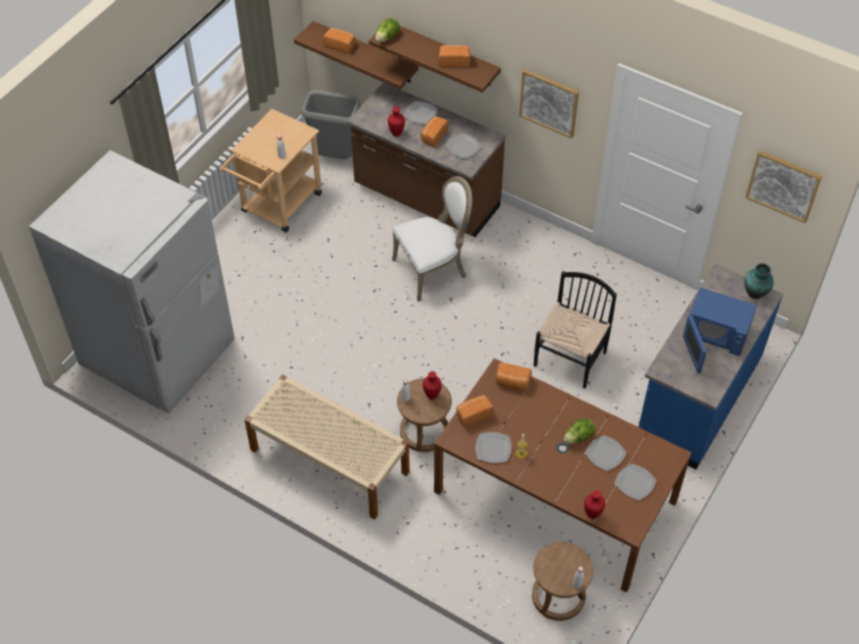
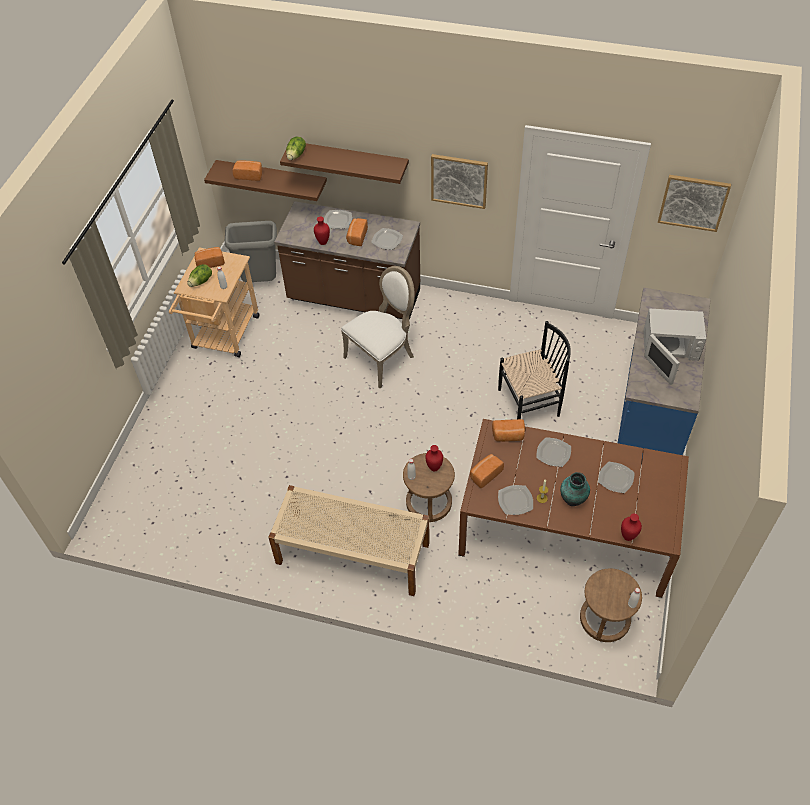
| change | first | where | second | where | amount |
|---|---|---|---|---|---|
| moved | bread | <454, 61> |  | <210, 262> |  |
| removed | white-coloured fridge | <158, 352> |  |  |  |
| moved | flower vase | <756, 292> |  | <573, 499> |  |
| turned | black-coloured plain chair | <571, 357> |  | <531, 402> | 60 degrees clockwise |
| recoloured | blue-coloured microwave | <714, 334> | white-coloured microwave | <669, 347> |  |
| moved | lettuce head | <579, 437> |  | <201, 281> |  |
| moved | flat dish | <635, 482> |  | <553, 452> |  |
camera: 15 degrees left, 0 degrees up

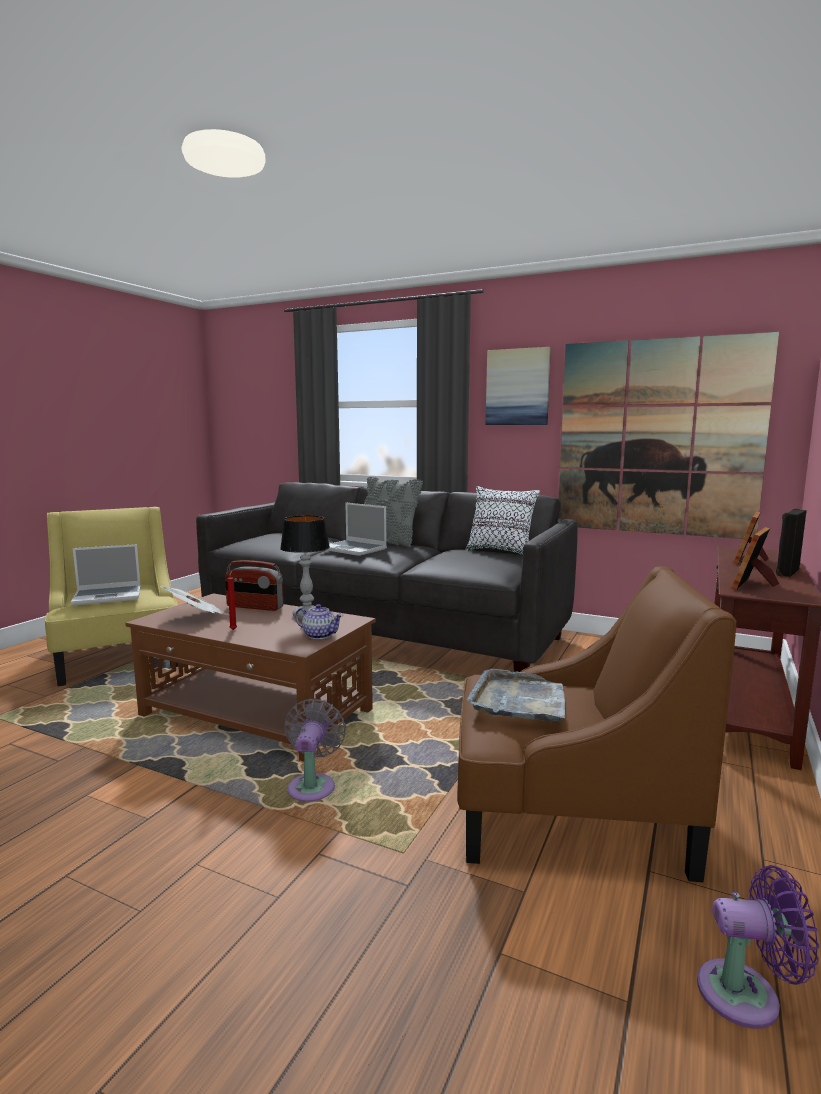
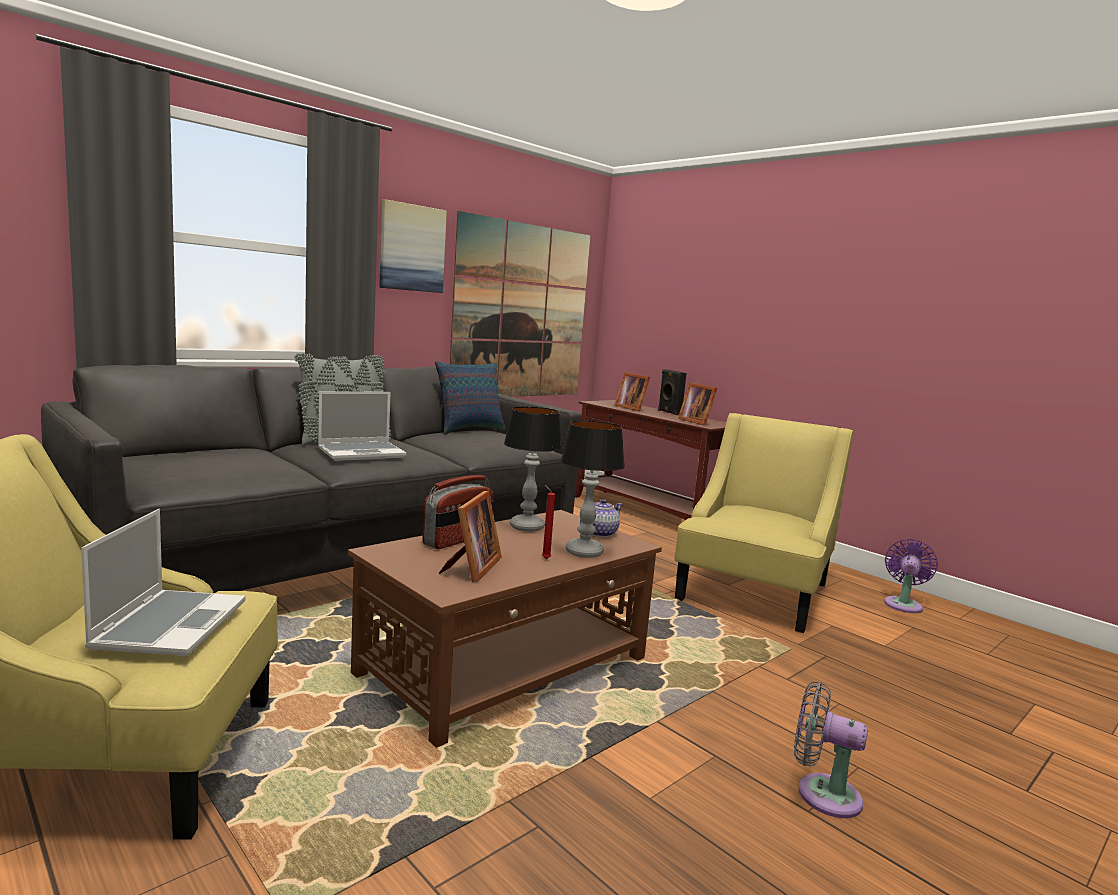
| change | first | where | second | where | amount |
|---|---|---|---|---|---|
| recoloured | white-coloured throw pillow | <500, 552> | blue-coloured throw pillow | <469, 430> |  |
| recoloured | brown armchair | <568, 813> | yellow-coloured armchair | <753, 591> |  |
| replaced | daily paper | <197, 617> | picture frame | <471, 568> |  |
| removed | greyish serving tray | <519, 700> |  |  |  |
| moved | greyish fan | <313, 785> |  | <822, 793> |  |
| added |  |  | tabletop lamp | <583, 552> |  |
camera: 70 degrees left, 0 degrees up

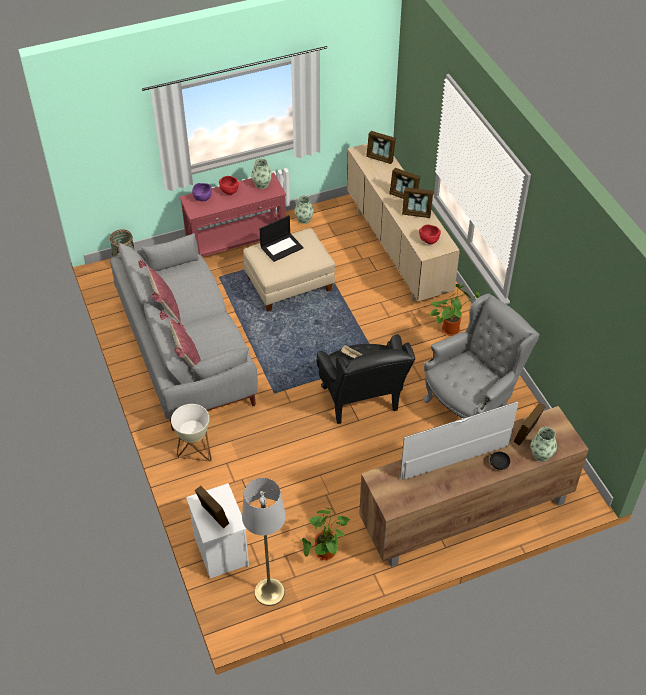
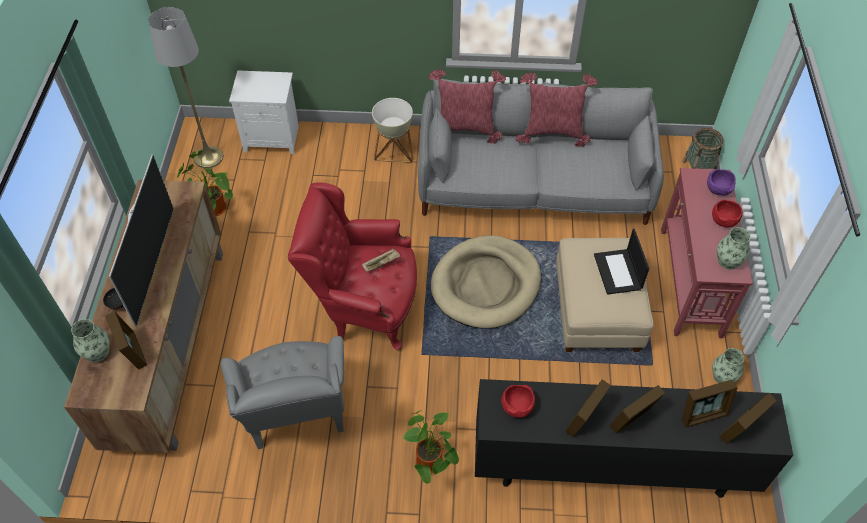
| change | first | where | second | where | amount |
|---|---|---|---|---|---|
| recoloured | sand-coloured storage cabinet | <398, 251> | black-coloured storage cabinet | <611, 468> |  |
| recoloured | black-coloured armchair | <363, 405> | red-coloured armchair | <365, 310> |  |
| moved | picture frame | <213, 516> |  | <703, 414> |  |
| added |  |  | sand-coloured pet bed | <486, 284> |  |
camera: 115 degrees right, 5 degrees up

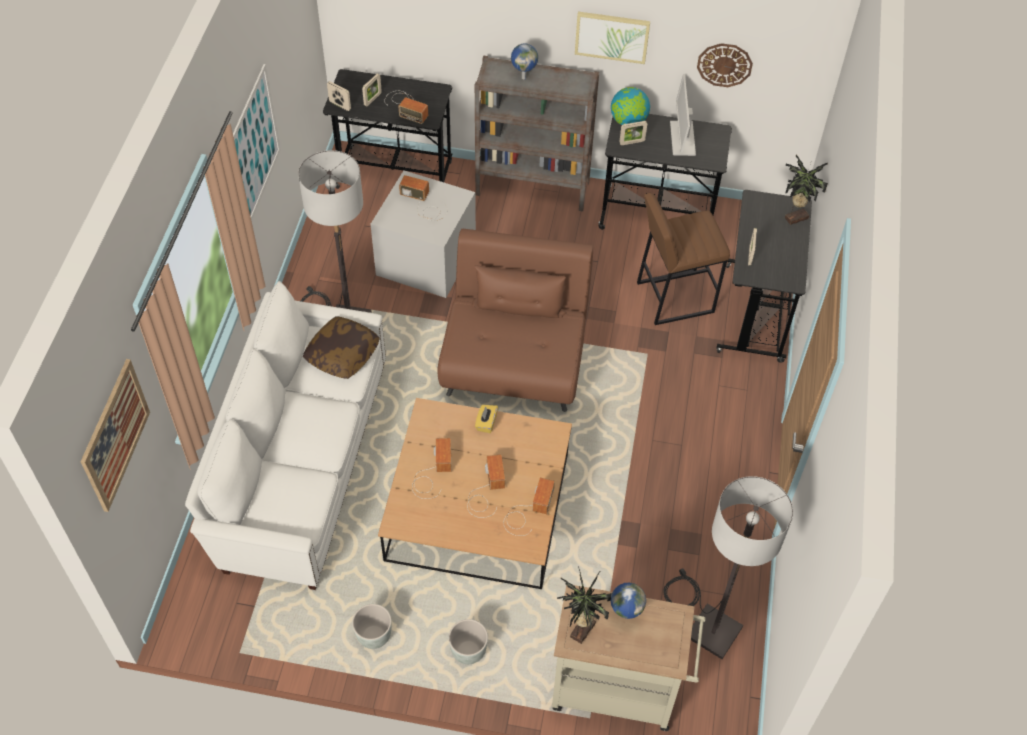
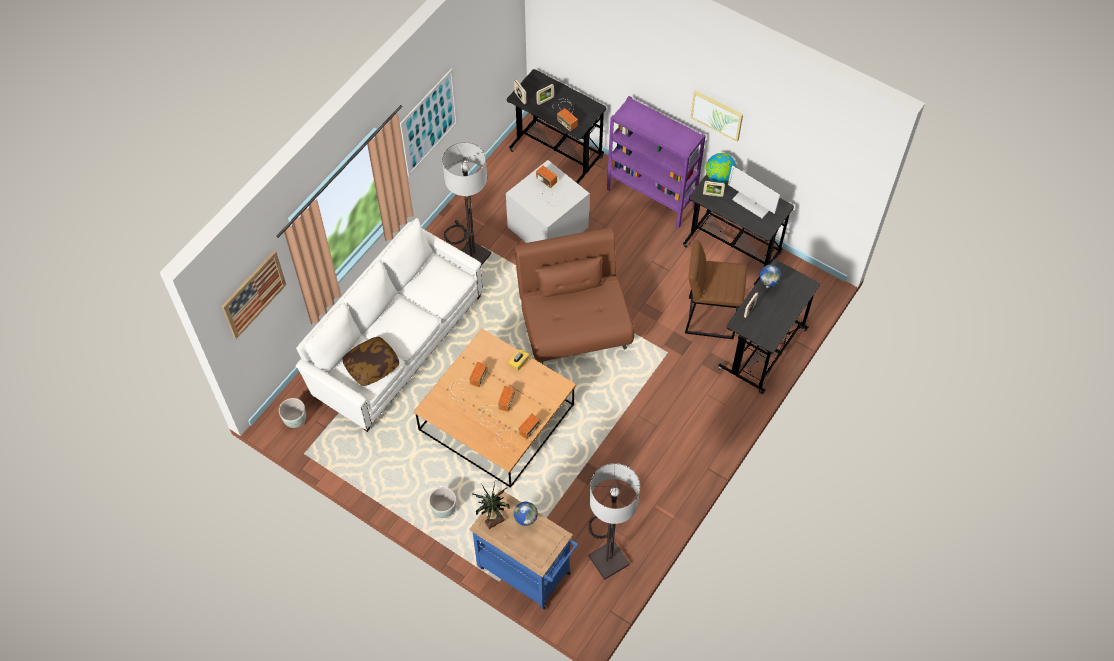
| change | first | where | second | where | amount |
|---|---|---|---|---|---|
| moved | globe | <524, 77> |  | <768, 286> |  |
| removed | clock on the wall | <724, 64> |  |  |  |
| recoloured | greyish bookshelf | <532, 188> | purple bookshelf | <651, 198> |  |
| turned | computer display | <682, 138> |  | <751, 203> | 75 degrees counterclockwise |
| removed | potted plant | <795, 217> |  |  |  |
| turned | brown armchair | <514, 357> |  | <573, 321> | 45 degrees counterclockwise |
| moved | throw pillow | <342, 355> |  | <372, 365> |  |
| recoloured | sand-coloured trolley | <618, 690> | blue-coloured trolley | <526, 572> |  |
| moved | greyish planter | <373, 635> |  | <295, 419> |  |
camera: 25 degrees right, 5 degrees up

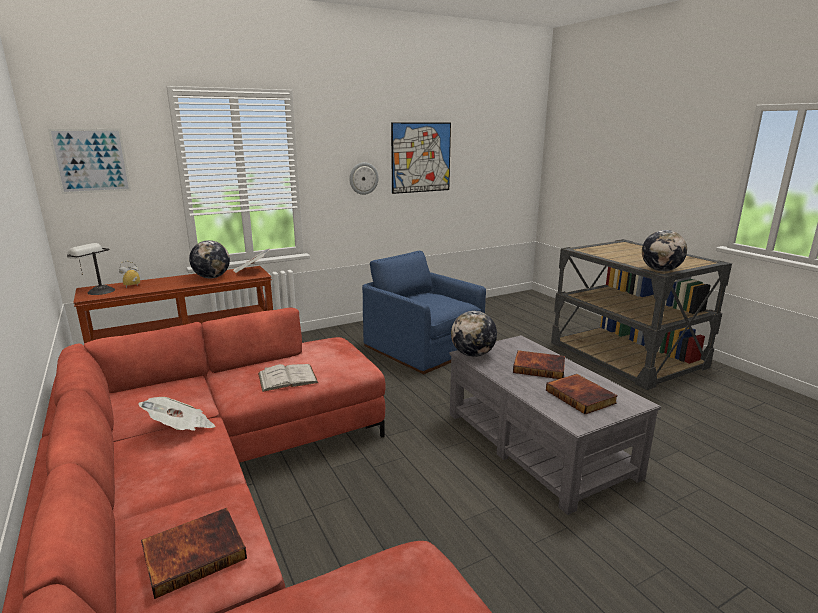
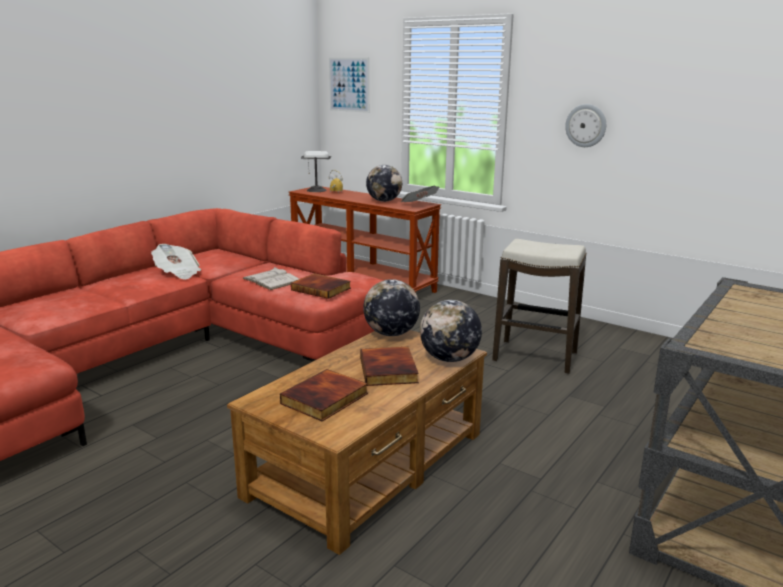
| change | first | where | second | where | amount |
|---|---|---|---|---|---|
| removed | wall art | <421, 157> |  |  |  |
| moved | globe | <660, 270> |  | <449, 359> |  |
| replaced | blue-coloured armchair | <423, 348> | stool seat | <535, 357> |  |
| recoloured | greyish coffee table | <537, 443> | brown coffee table | <370, 463> |  |
| moved | bound book | <195, 553> |  | <322, 289> |  |
camera: 65 degrees right, 0 degrees up

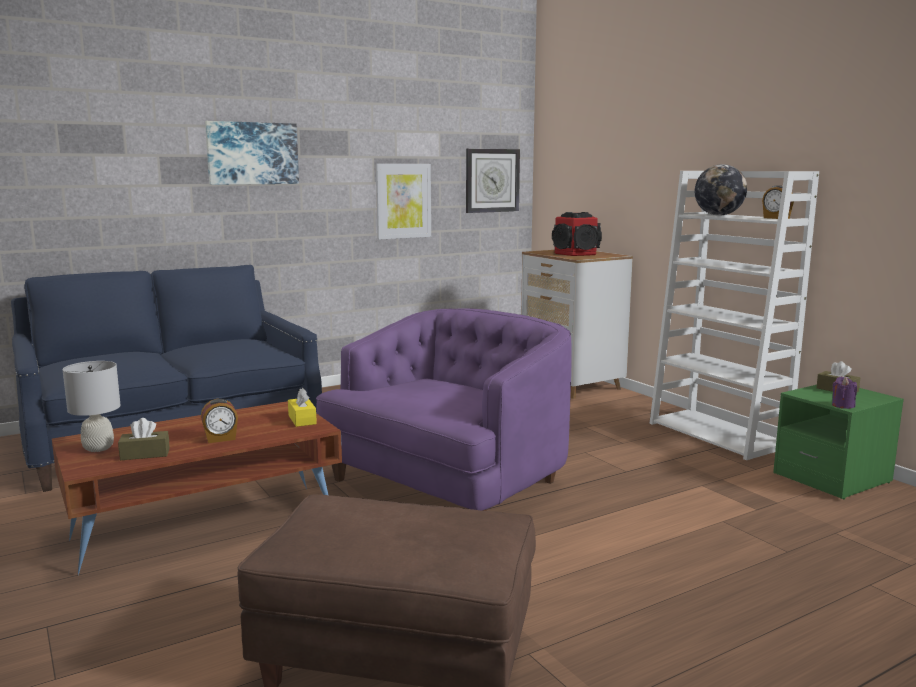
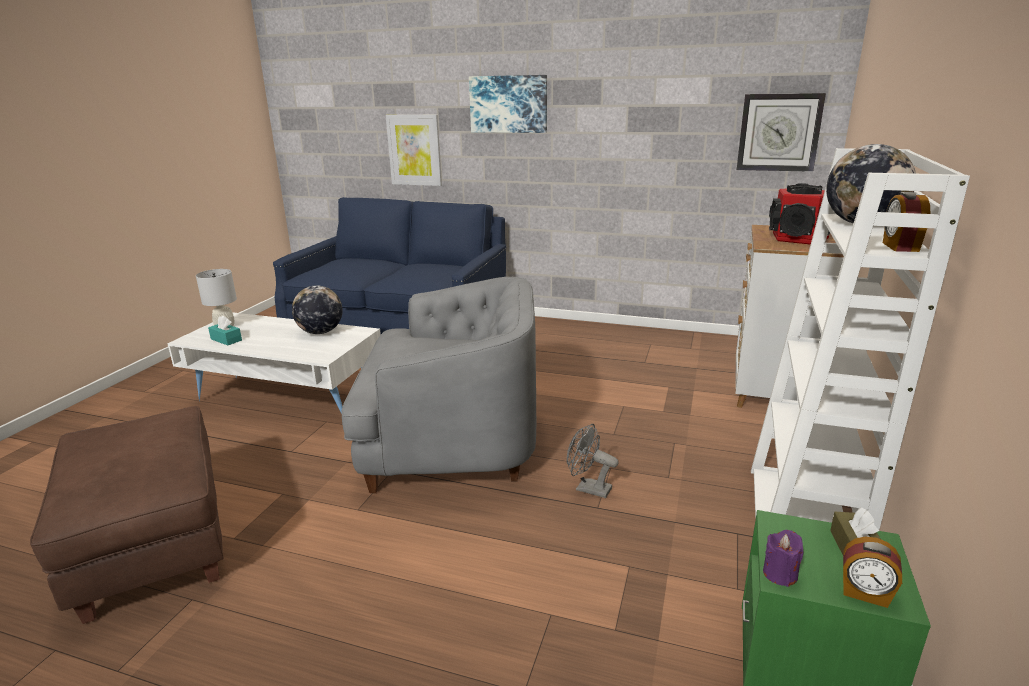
| change | first | where | second | where | amount |
|---|---|---|---|---|---|
| moved | wall art | <403, 201> |  | <414, 150> |  |
| recoloured | purple armchair | <448, 483> | greyish armchair | <451, 439> |  |
| removed | yellow-coloured box of tissues | <302, 419> |  |  |  |
| moved | table clock | <221, 439> |  | <865, 593> |  |
| recoloured | brown coffee table | <205, 526> | white-coloured coffee table | <288, 399> |  |
| recoloured | brown box of tissues | <145, 454> | blue-green box of tissues | <226, 340> |  |
| added |  |  | globe | <320, 332> |  |
| added |  |  | greyish fan | <588, 488> |  |
camera: 50 degrees right, 10 degrees up

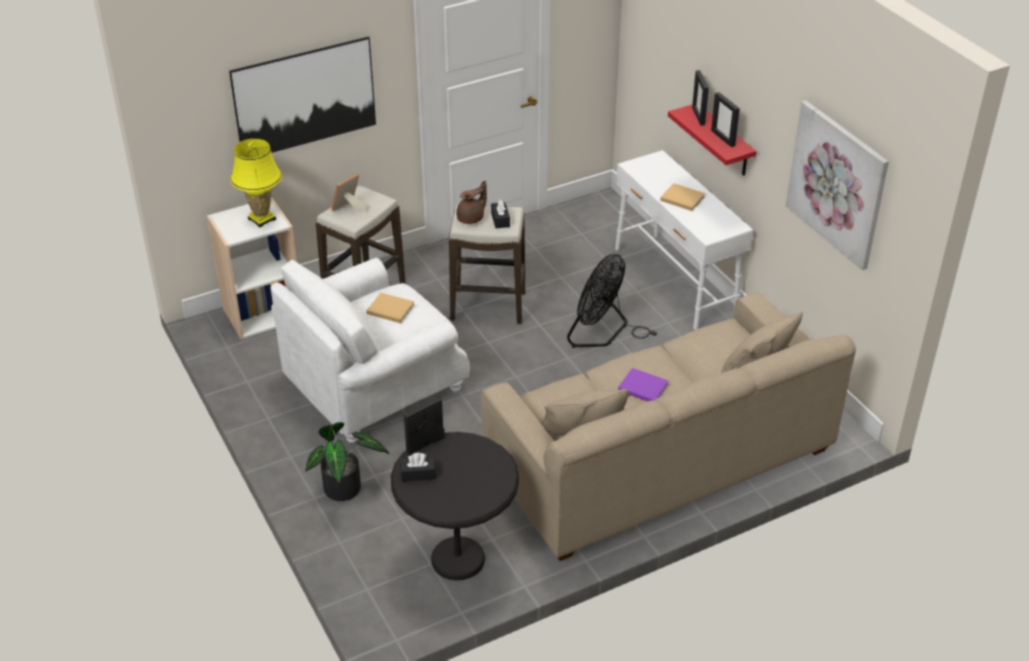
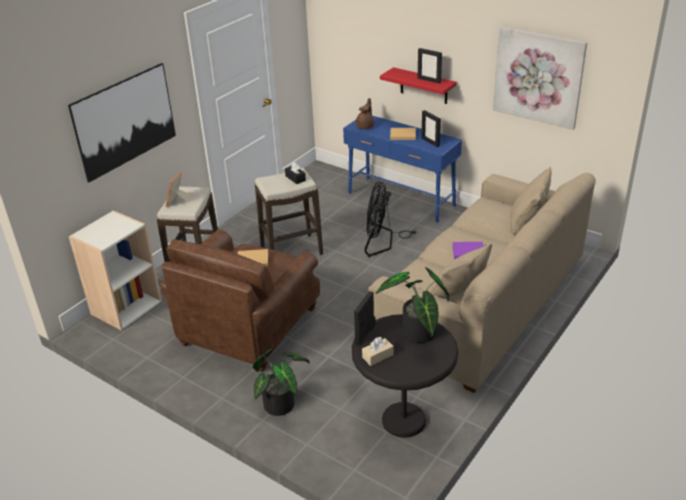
| change | first | where | second | where | amount |
|---|---|---|---|---|---|
| moved | picture frame | <699, 116> |  | <430, 142> |  |
| removed | yellow-coloured tabletop lamp | <261, 219> |  |  |  |
| recoloured | white-coloured narrow table | <674, 281> | blue-coloured narrow table | <400, 200> |  |
| moved | brown teapot | <471, 218> |  | <365, 126> |  |
| recoloured | white-coloured armchair | <374, 385> | brown armchair | <249, 326> |  |
| recoloured | black-coloured box of tissues | <418, 474> | sand-coloured box of tissues | <377, 356> |  |
| added |  |  | potted plant | <418, 335> |  |
camera: 25 degrees left, 5 degrees down

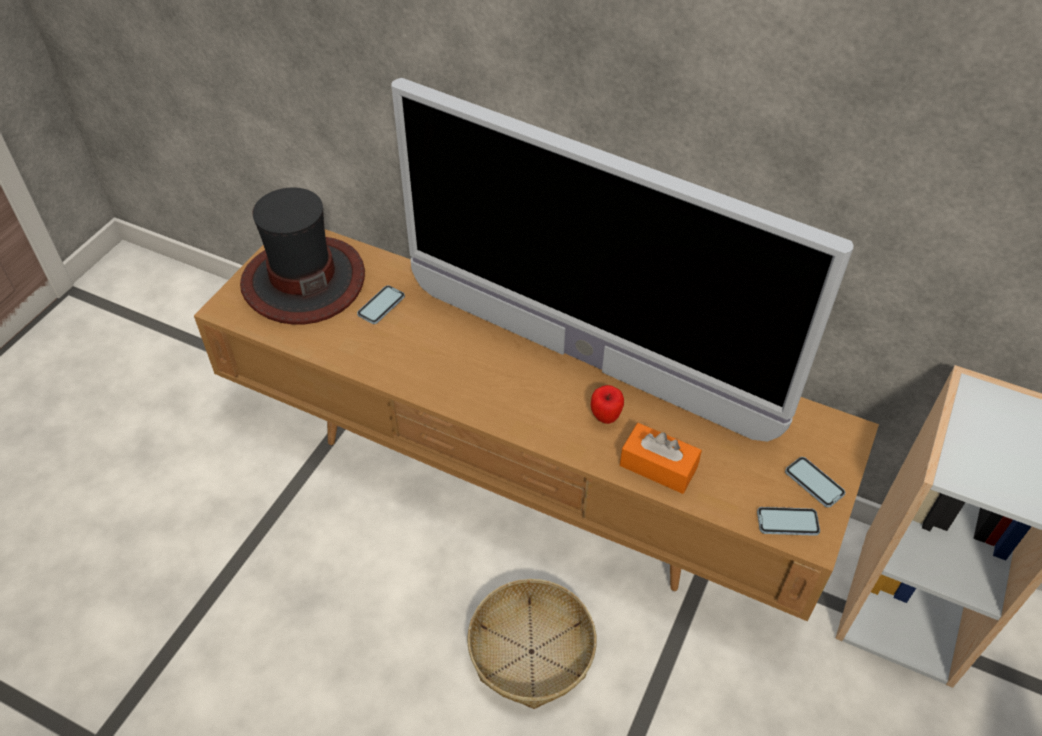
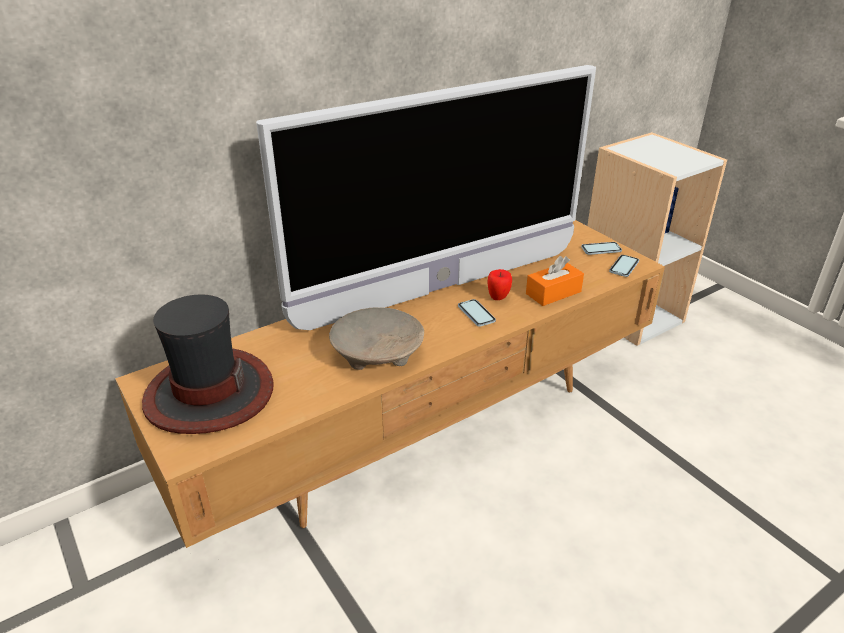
| change | first | where | second | where | amount |
|---|---|---|---|---|---|
| moved | handset | <381, 306> |  | <476, 314> |  |
| removed | household basket | <530, 651> |  |  |  |
| added |  |  | sand-coloured bowl | <376, 351> |  |
camera: 60 degrees left, 15 degrees down

